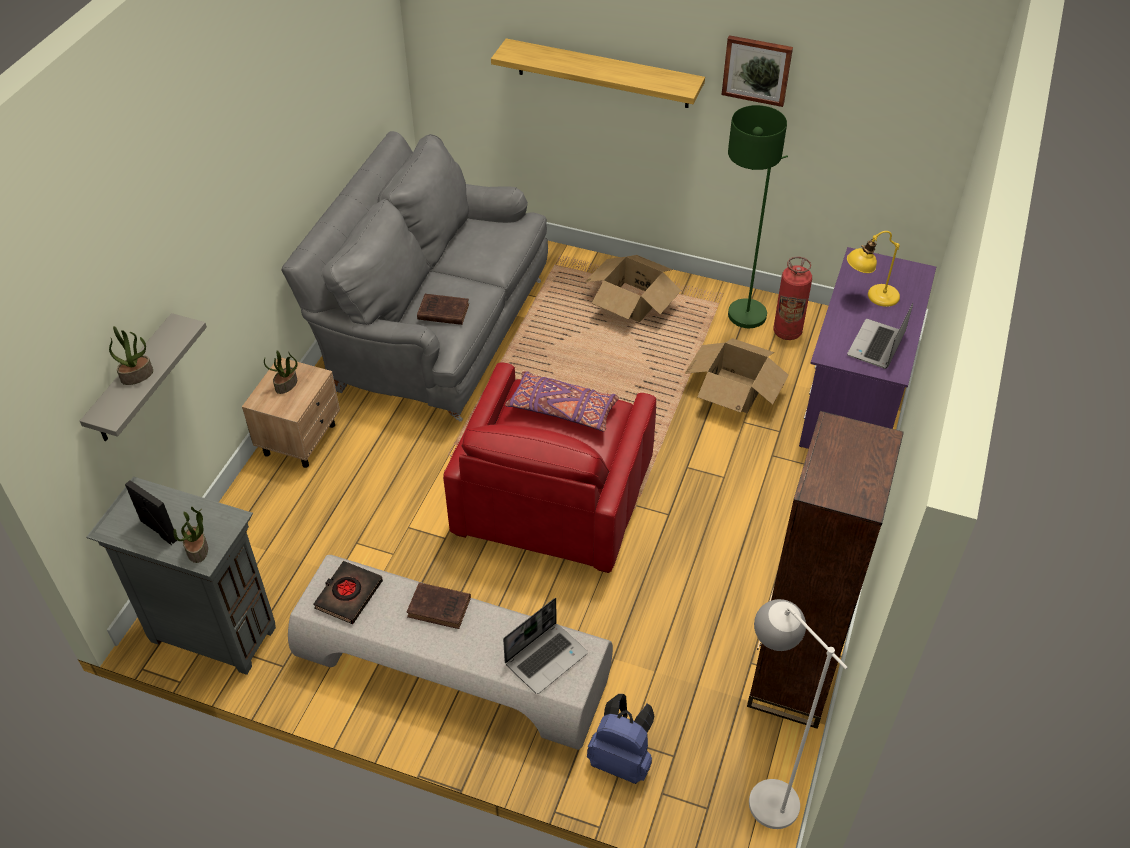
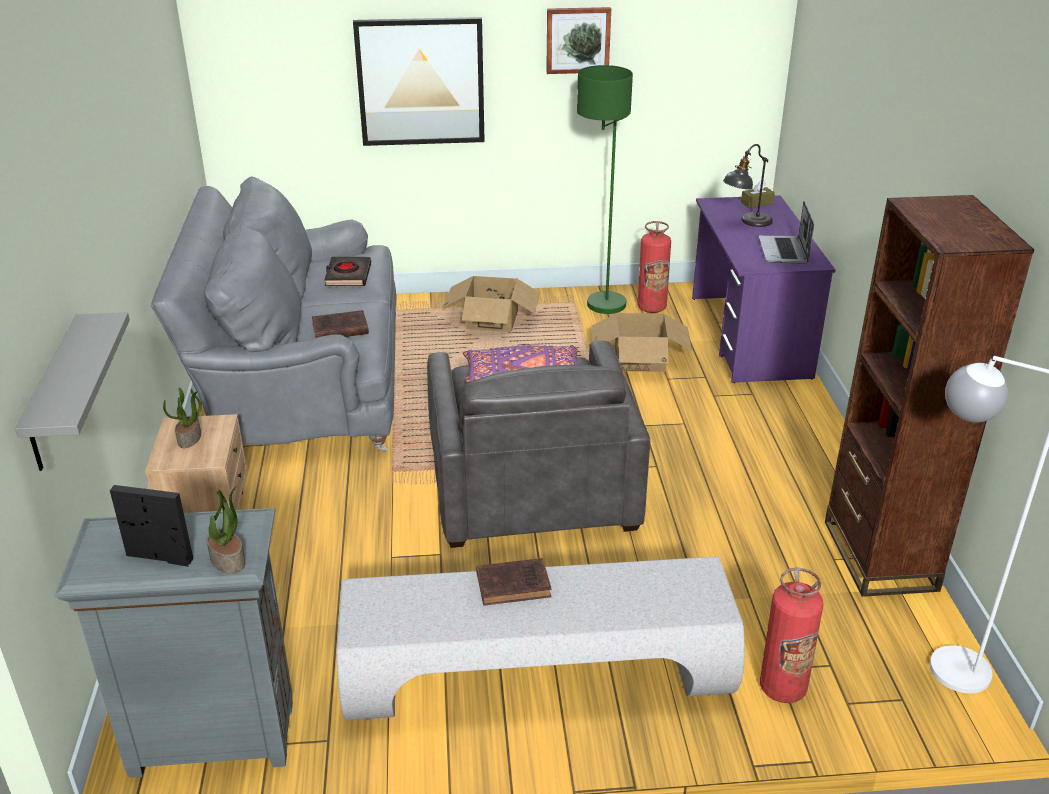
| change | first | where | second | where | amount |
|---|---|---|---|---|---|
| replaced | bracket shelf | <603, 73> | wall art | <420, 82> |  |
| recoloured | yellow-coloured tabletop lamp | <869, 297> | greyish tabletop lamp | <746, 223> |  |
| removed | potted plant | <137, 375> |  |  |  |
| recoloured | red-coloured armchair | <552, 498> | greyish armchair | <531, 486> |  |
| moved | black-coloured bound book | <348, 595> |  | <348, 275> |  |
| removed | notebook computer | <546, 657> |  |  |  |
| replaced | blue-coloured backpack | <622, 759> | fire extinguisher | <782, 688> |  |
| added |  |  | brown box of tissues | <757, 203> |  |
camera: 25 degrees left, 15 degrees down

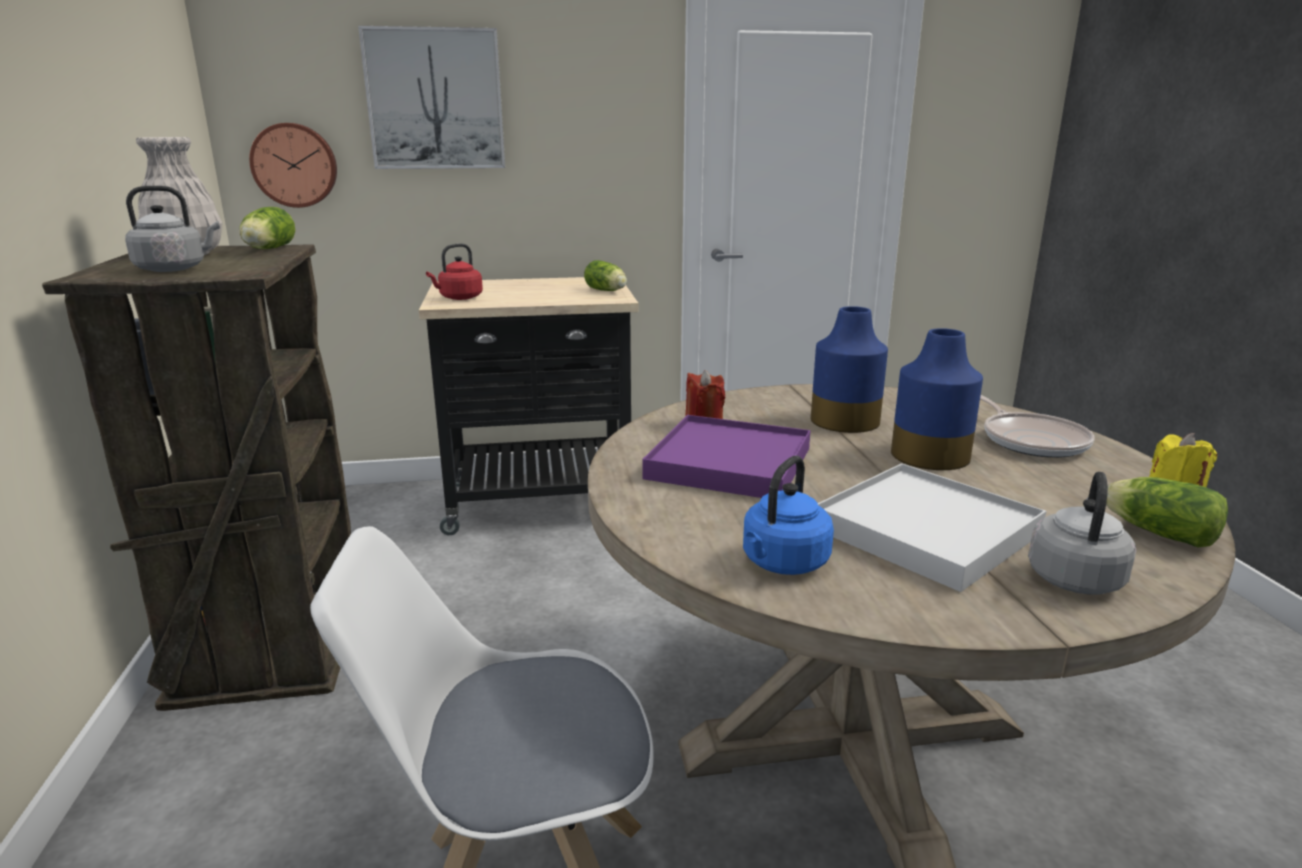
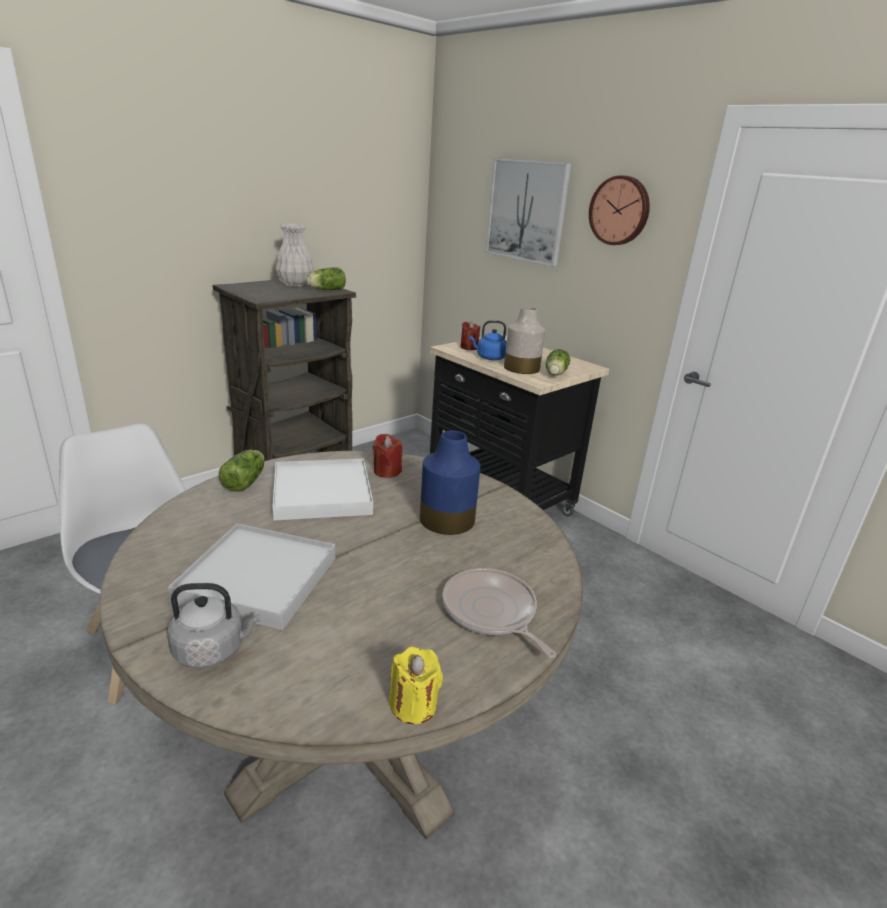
| change | first | where | second | where | amount |
|---|---|---|---|---|---|
| moved | clock on the wall | <295, 165> |  | <620, 210> |  |
| removed | greyish kettle | <175, 269> |  |  |  |
| replaced | red-coloured kettle | <459, 298> | red-coloured wax light | <469, 347> |  |
| removed | blue-coloured flower vase | <929, 455> |  |  |  |
| turned | pan | <1031, 440> |  | <491, 612> | 105 degrees clockwise |
| recoloured | purple serving tray | <729, 463> | white-coloured serving tray | <322, 493> |  |
| moved | blue-coloured kettle | <783, 563> |  | <489, 358> |  |
| moved | lettuce head | <1156, 532> |  | <246, 481> |  |
| added |  |  | sand-coloured flower vase | <521, 368> |  |
camera: 55 degrees right, 5 degrees up

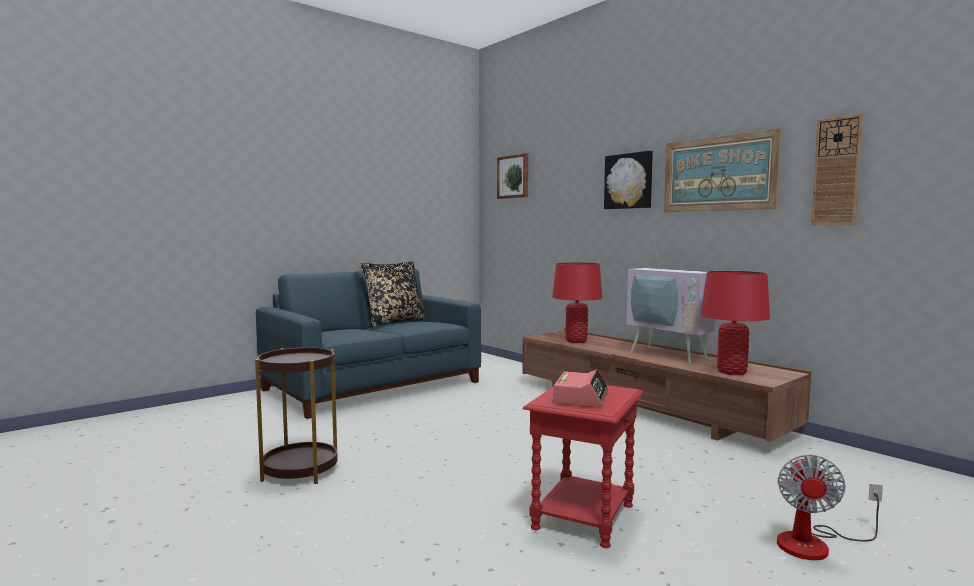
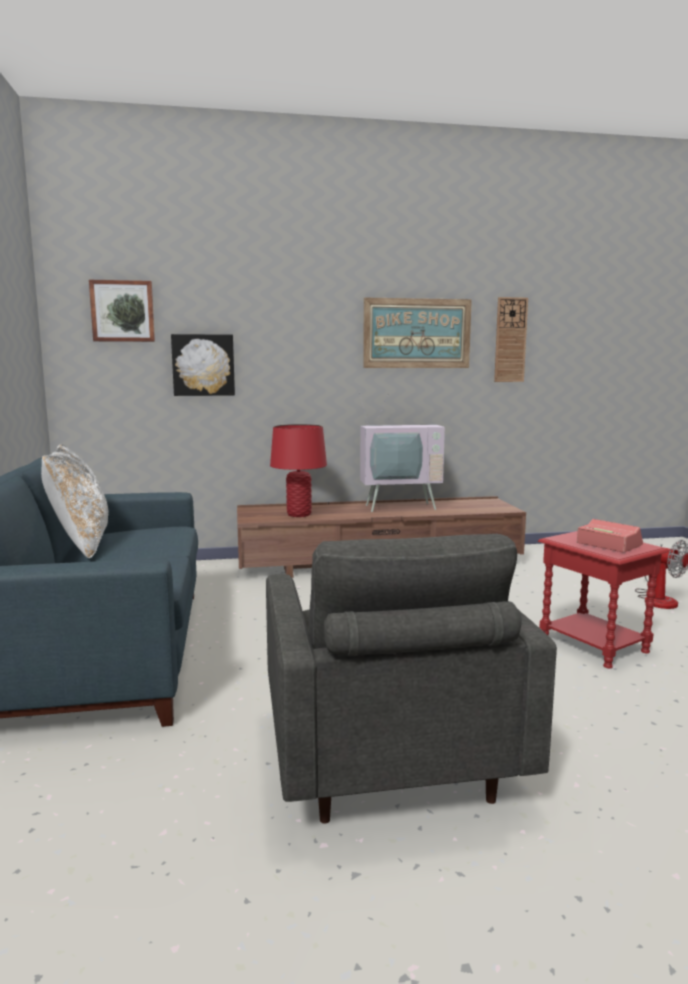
| change | first | where | second | where | amount |
|---|---|---|---|---|---|
| moved | wall art | <629, 181> |  | <203, 365> |  |
| recoloured | black-coloured throw pillow | <395, 322> | white-coloured throw pillow | <81, 546> |  |
| removed | red-coloured tabletop lamp | <732, 372> |  |  |  |
| replaced | brown accent table | <300, 470> | greyish armchair | <387, 759> |  |
camera: 60 degrees left, 5 degrees up

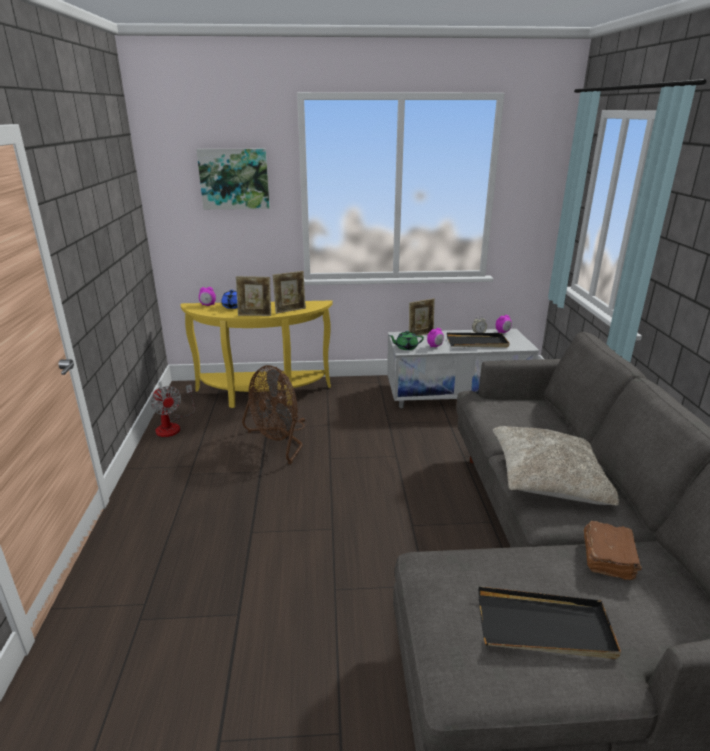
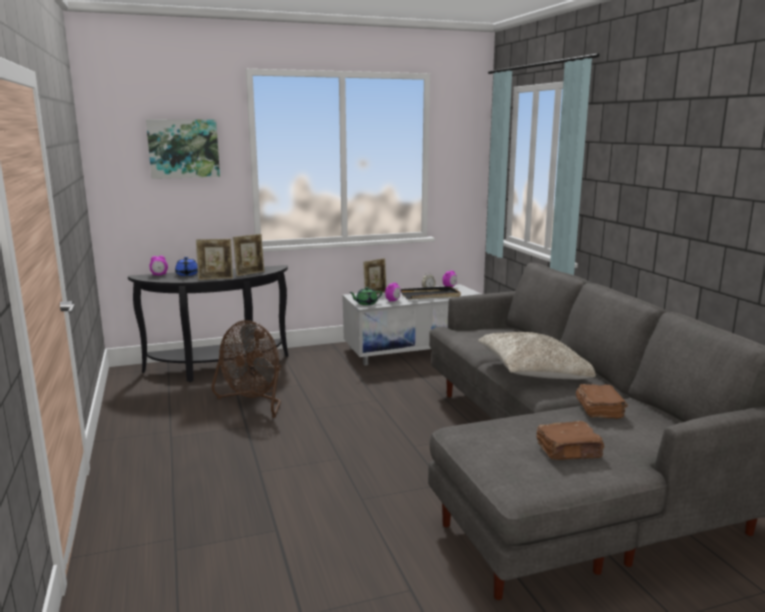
| change | first | where | second | where | amount |
|---|---|---|---|---|---|
| recoloured | yellow-coloured narrow table | <262, 396> | black-coloured narrow table | <219, 370> |  |
| removed | fan | <172, 426> |  |  |  |
| replaced | black-coloured serving tray | <544, 627> | brown bound book | <569, 451> |  |
camera: 15 degrees left, 10 degrees down

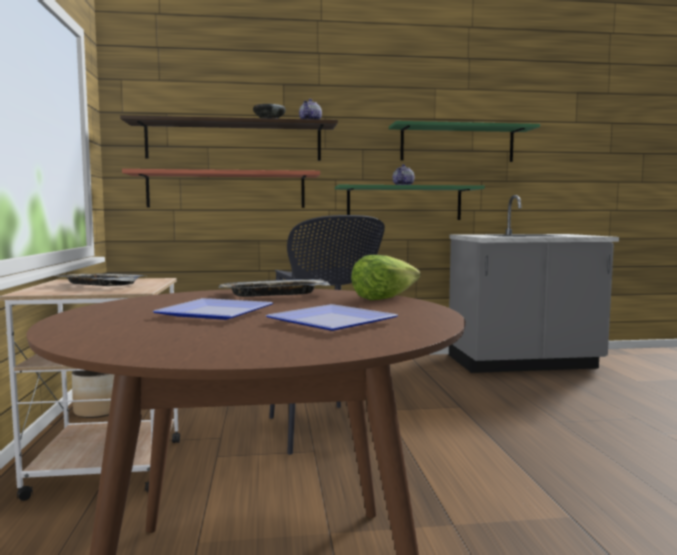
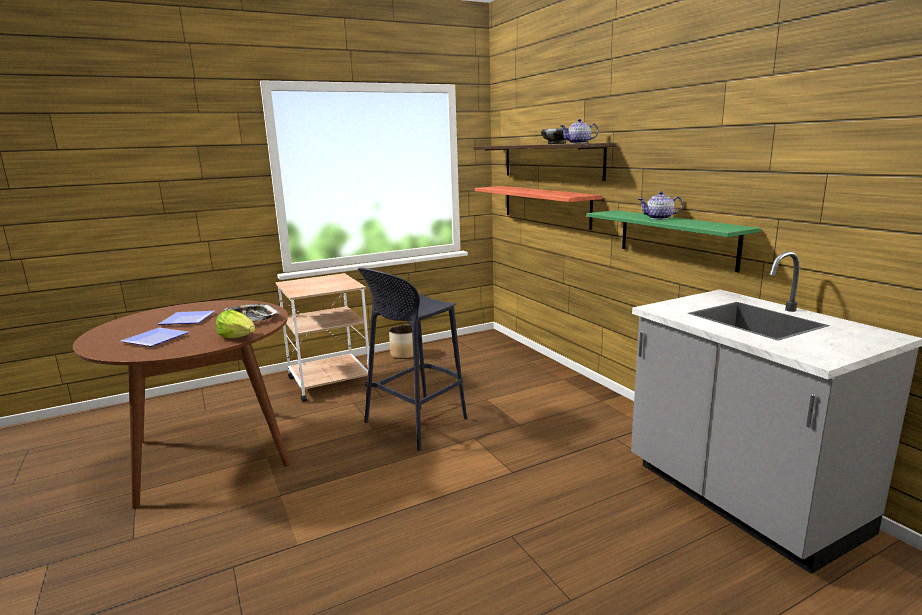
| change | first | where | second | where | amount |
|---|---|---|---|---|---|
| removed | green-coloured bracket shelf | <457, 144> |  |  |  |
| removed | serving tray | <101, 285> |  |  |  |
camera: 70 degrees right, 10 degrees up

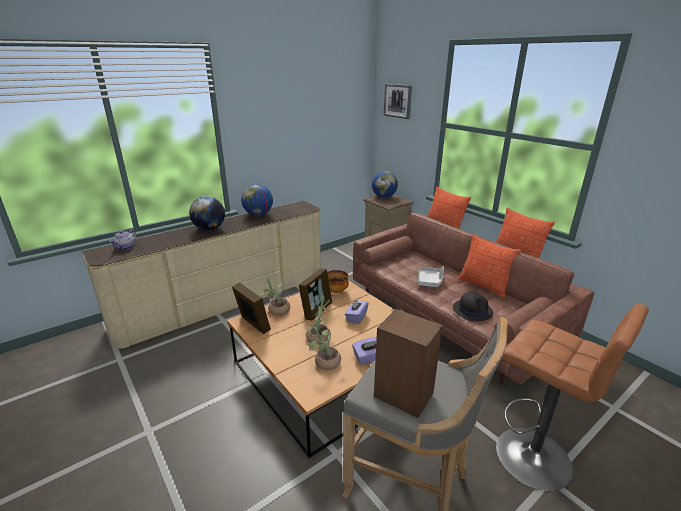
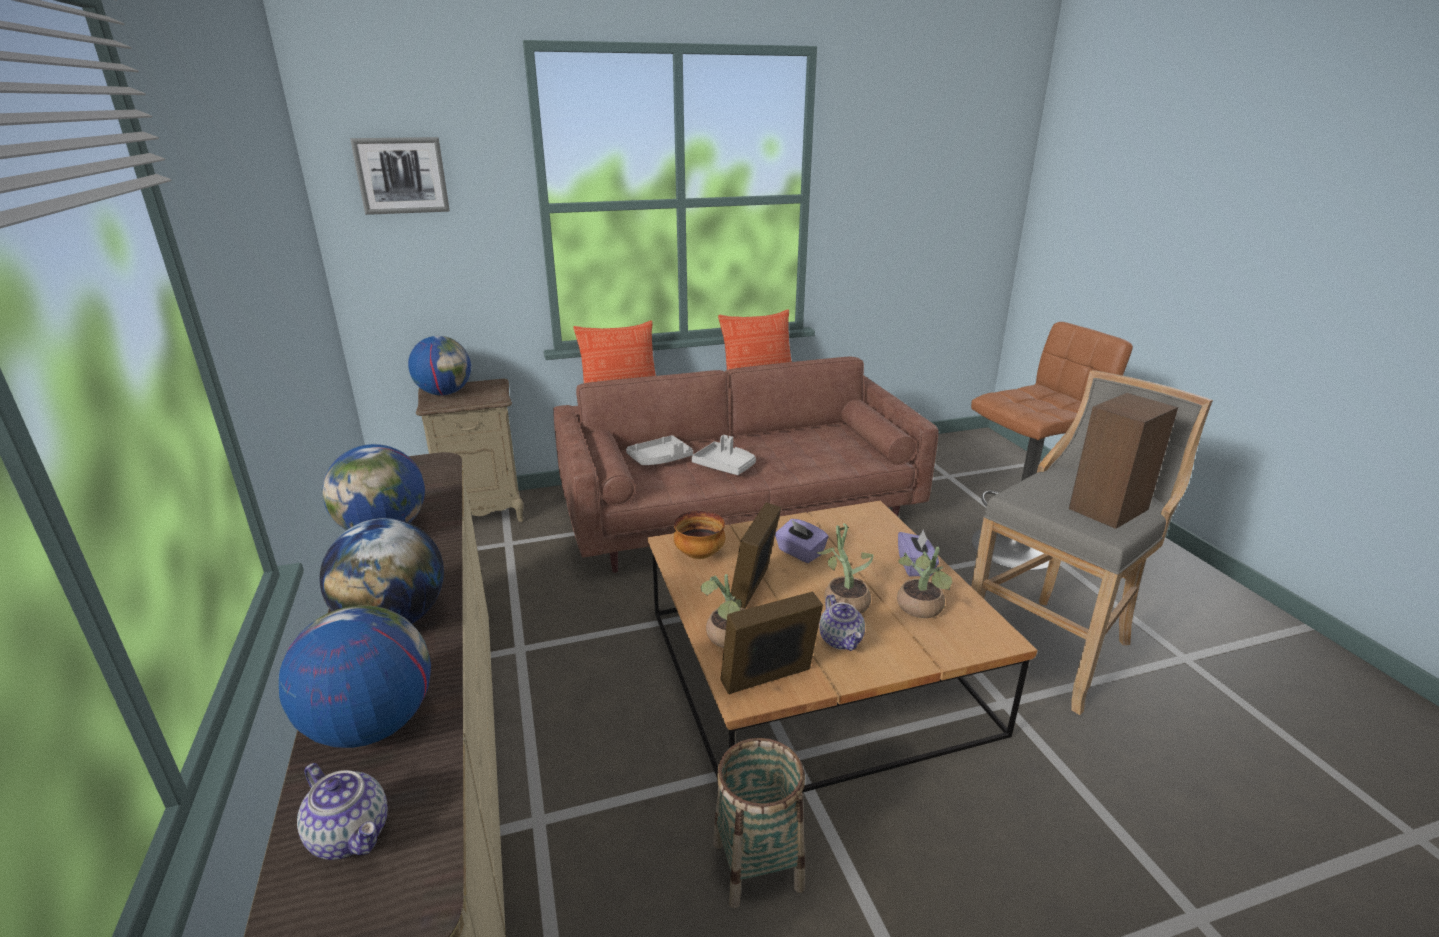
| change | first | where | second | where | amount |
|---|---|---|---|---|---|
| removed | orange throw pillow | <483, 286> |  |  |  |
| turned | picture frame | <316, 310> |  | <754, 589> | 120 degrees counterclockwise |
| removed | black-coloured wearable hat | <472, 310> |  |  |  |
| added |  |  | greyish serving tray | <660, 459> |  |
| added |  |  | teapot | <841, 640> |  |
| added |  |  | globe | <370, 725> |  |
| added |  |  | household basket | <758, 865> |  |
camera: 70 degrees left, 0 degrees up

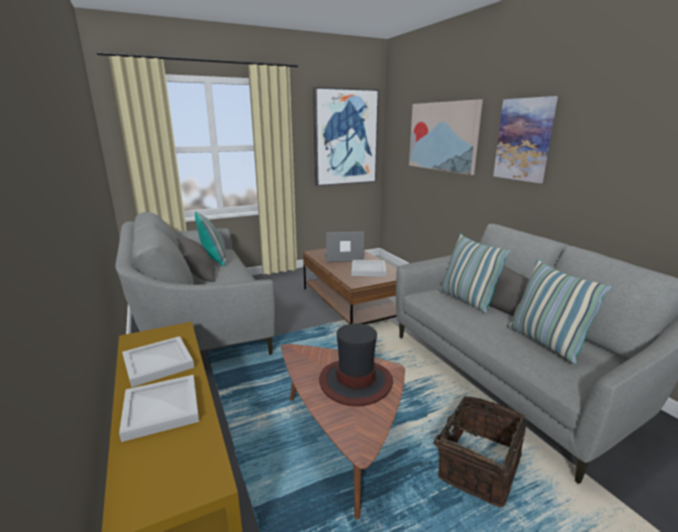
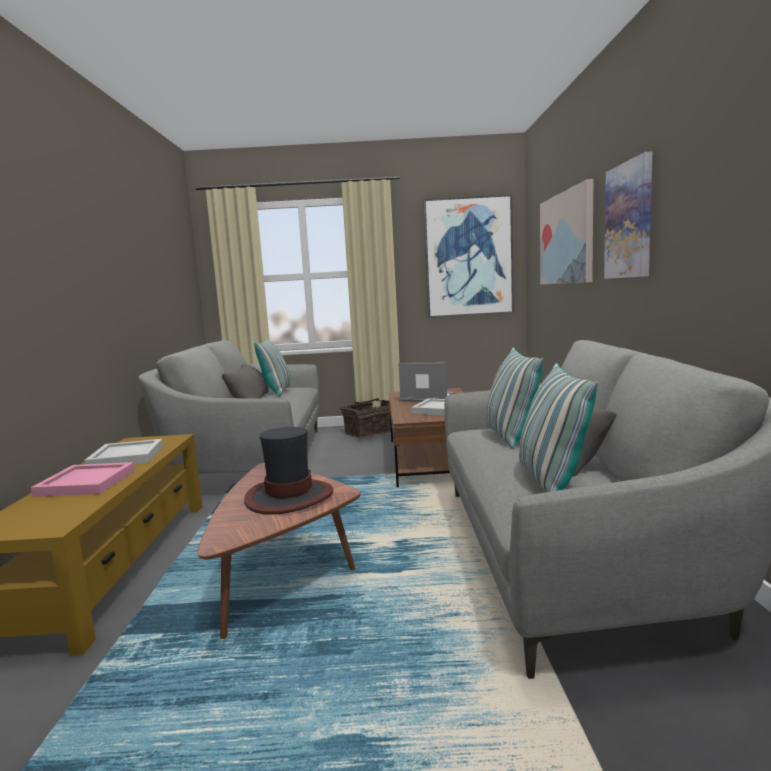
| change | first | where | second | where | amount |
|---|---|---|---|---|---|
| recoloured | white-coloured serving tray | <162, 409> | pinkish serving tray | <86, 483> |  |
| moved | household basket | <476, 465> |  | <370, 432> |  |
camera: 25 degrees right, 10 degrees down

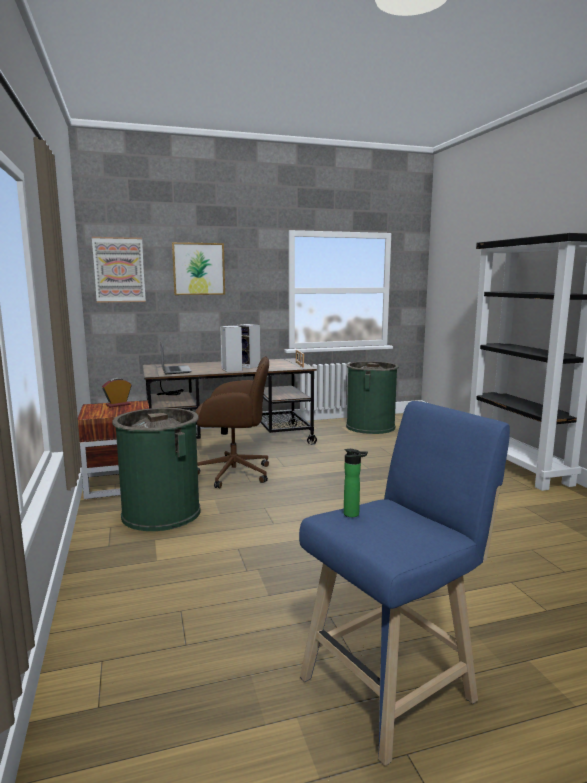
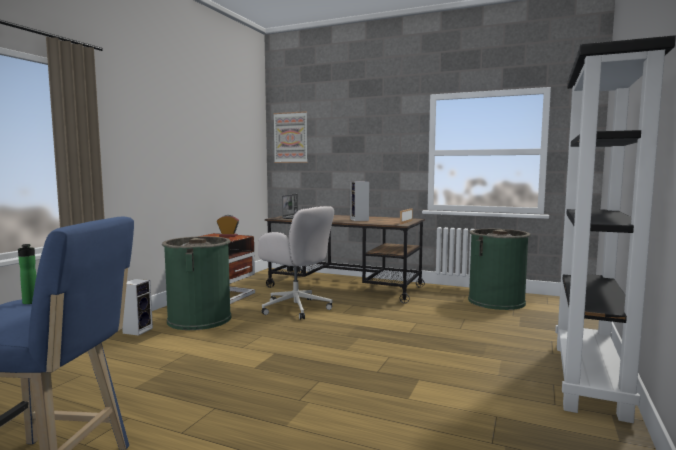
| change | first | where | second | where | amount |
|---|---|---|---|---|---|
| removed | wall art | <198, 269> |  |  |  |
| moved | audio speaker | <231, 369> |  | <138, 330> |  |
| recoloured | brown desk chair | <234, 474> | white-coloured desk chair | <295, 308> |  |
camera: 40 degrees right, 5 degrees down

